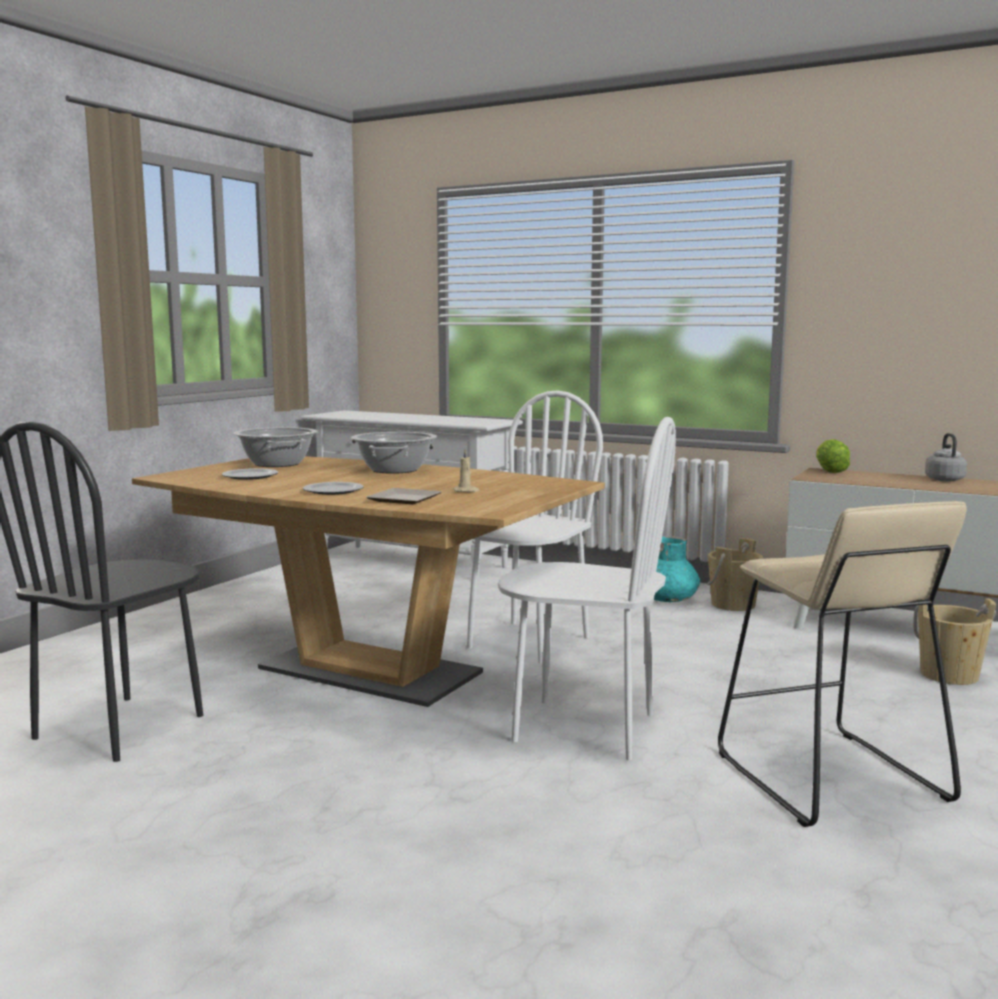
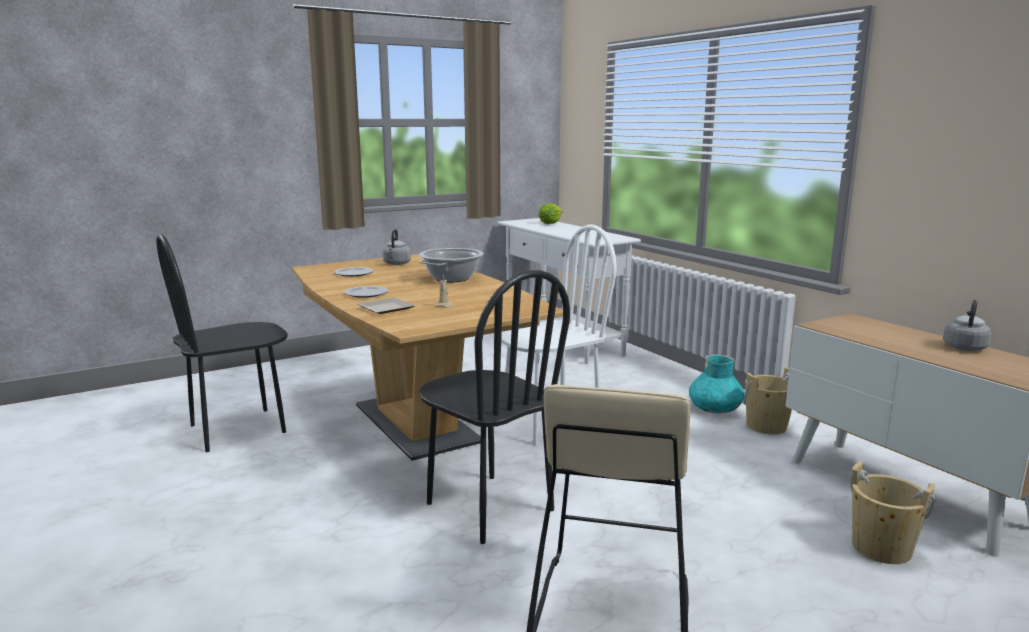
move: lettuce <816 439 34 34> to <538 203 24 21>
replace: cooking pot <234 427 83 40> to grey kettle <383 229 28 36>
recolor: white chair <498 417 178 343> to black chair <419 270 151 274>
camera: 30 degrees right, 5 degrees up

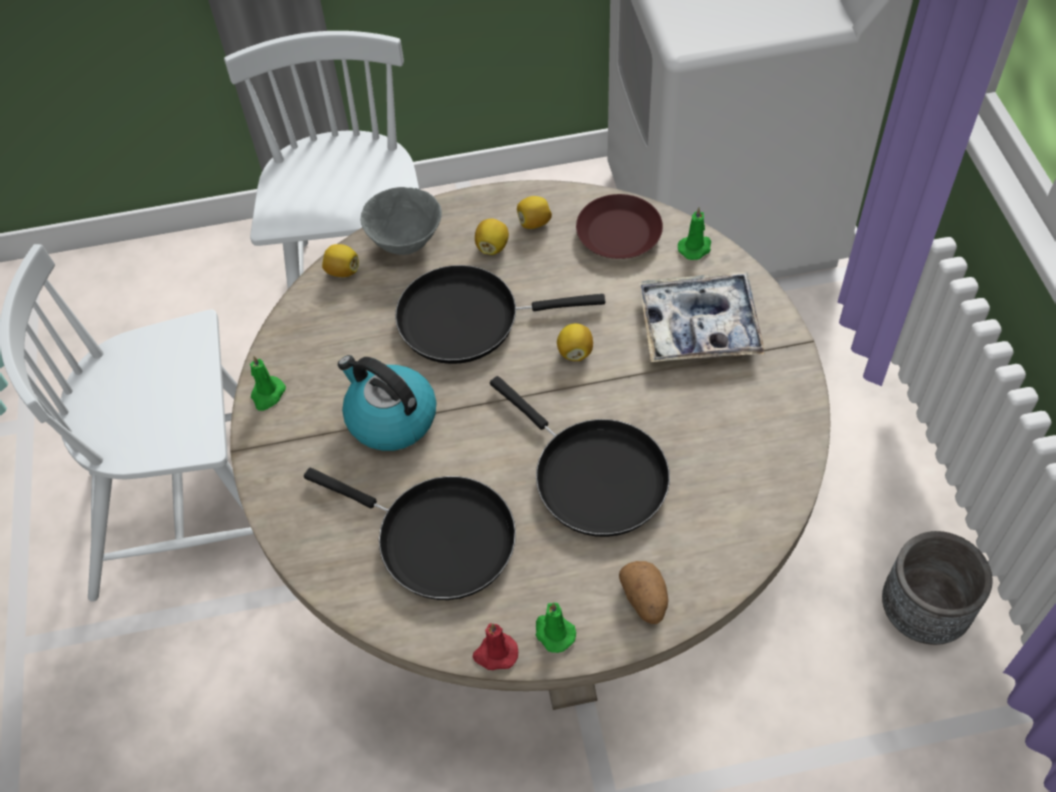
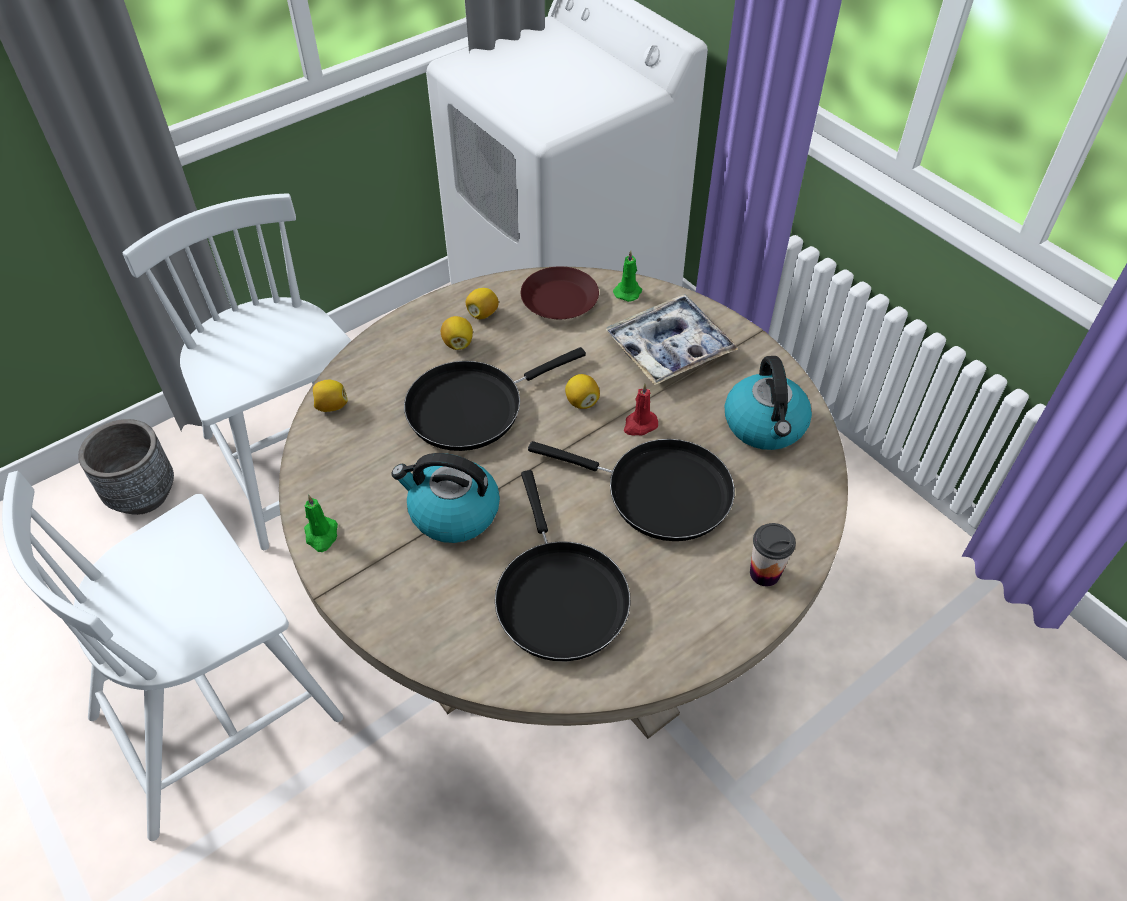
delete: grey bowl <361 187 81 68>; green candle <535 603 41 50>
insert: kettle <725 356 87 94>
move: grey planter <882 531 111 114> to <78 419 96 96>; red candle <473 623 45 47> to <624 383 34 52>
replace: potato <619 561 49 63> to cup <750 523 46 63>
rotate: black frying pan <304 468 212 132> = <495 470 135 191> 75 degrees clockwise
camera: 30 degrees left, 5 degrees down

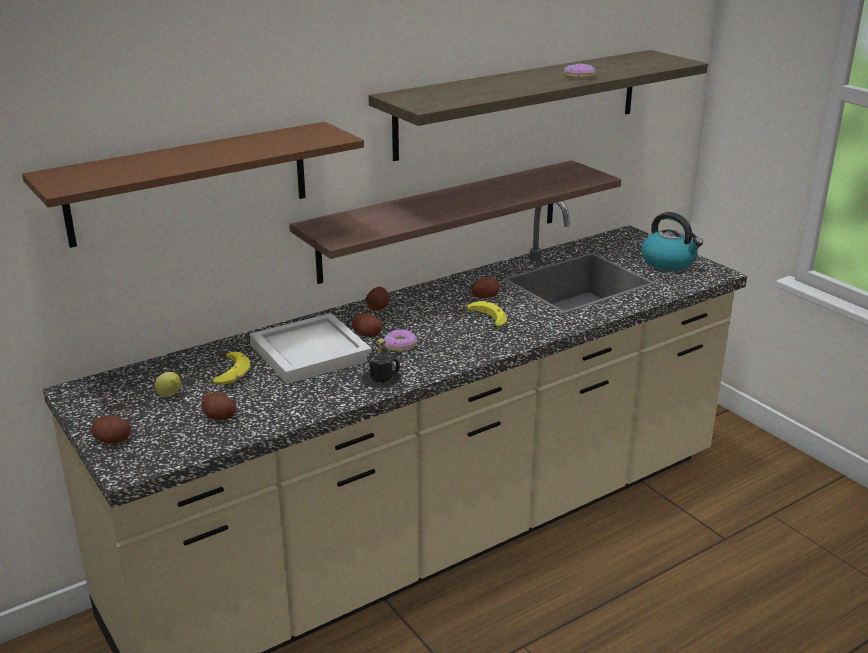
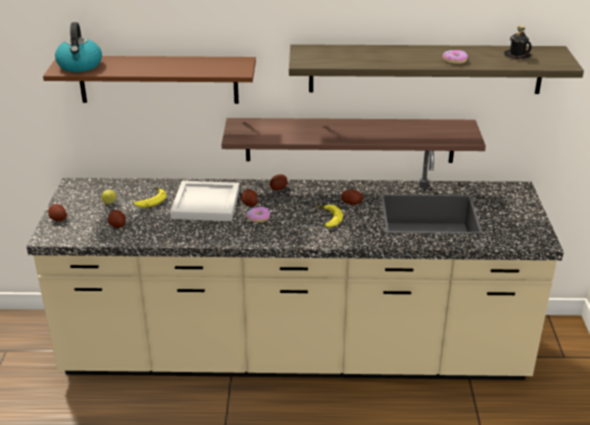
move: kettle <641 212 62 59> to <55 22 47 50>; black mug <361 338 40 50> to <504 26 28 33>
camera: 35 degrees right, 5 degrees up

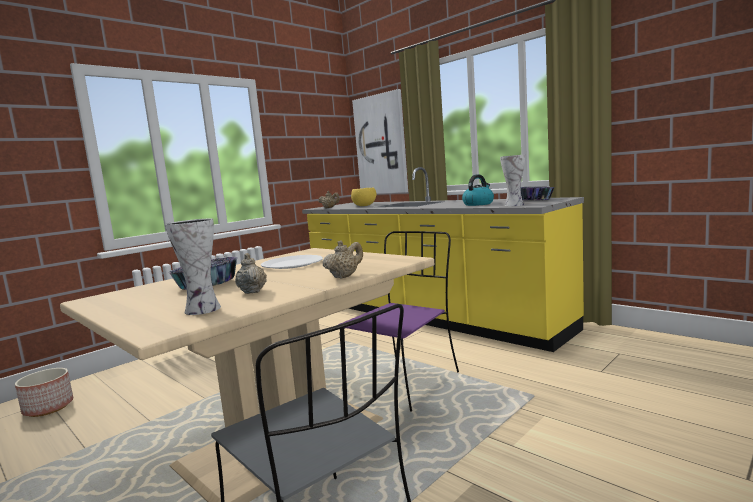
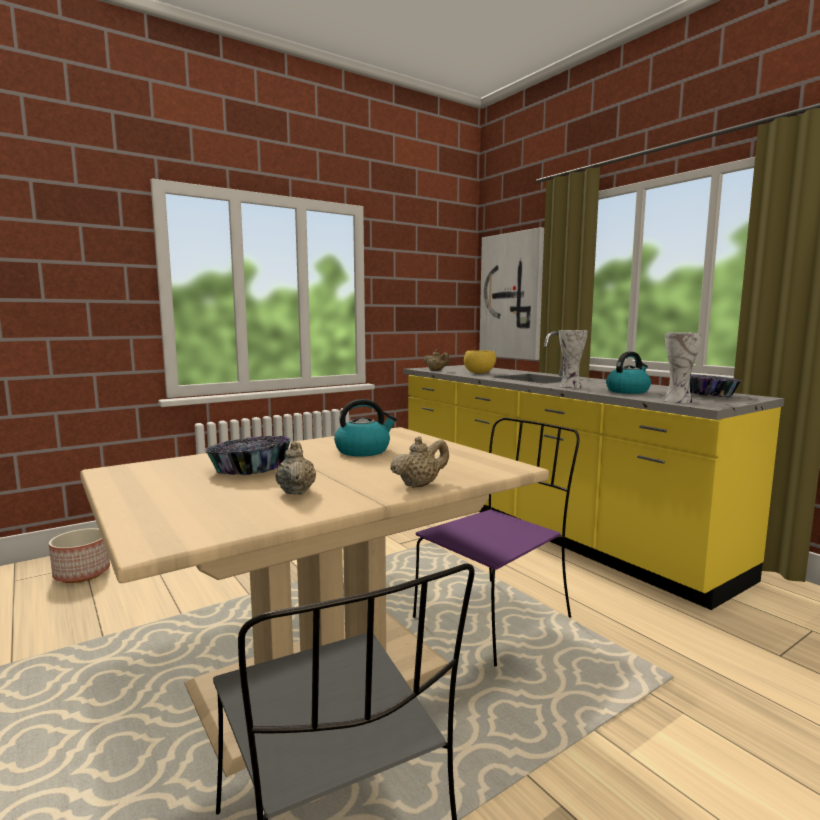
move: vase <165 218 56 97> to <559 330 29 58>
replace: white plate <261 255 62 14> to kettle <334 399 63 58>
camera: 10 degrees right, 0 degrees up

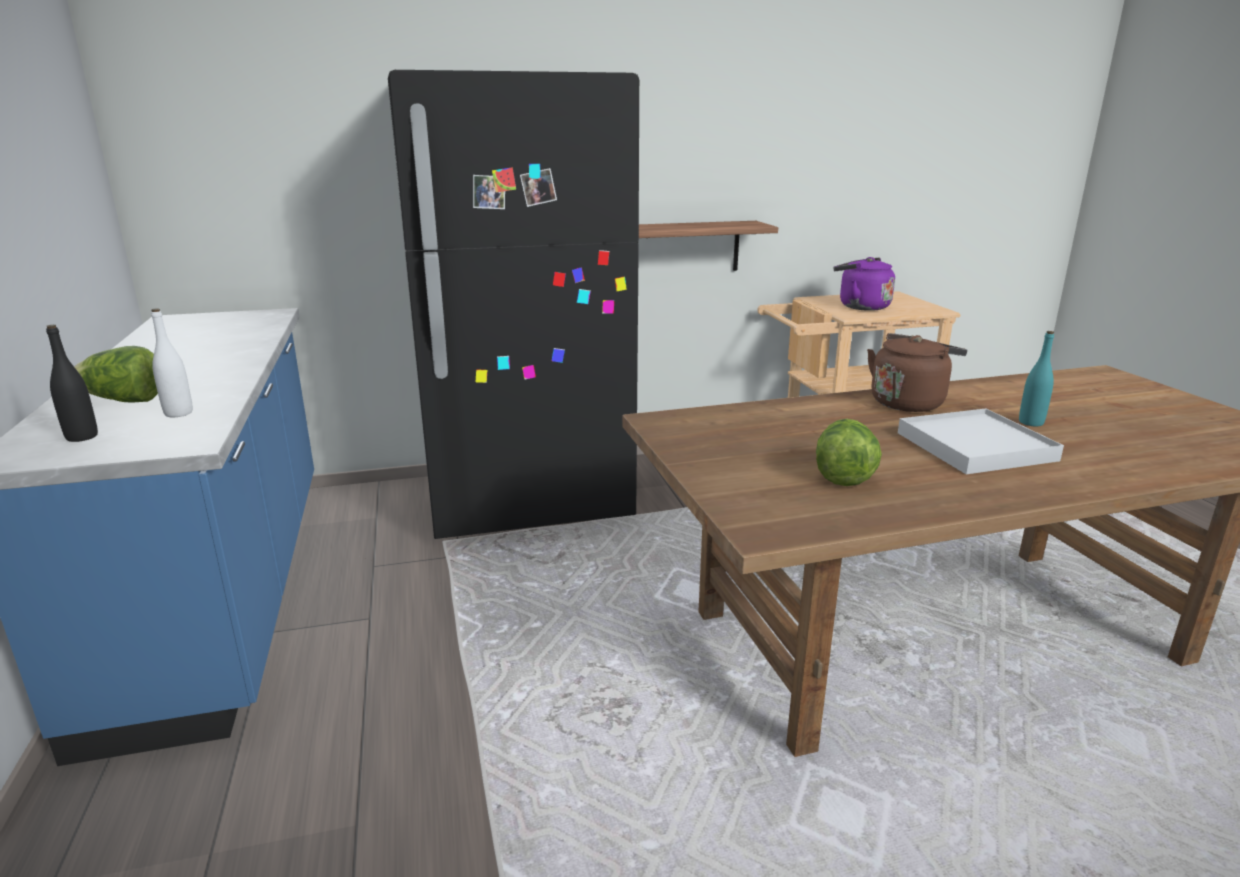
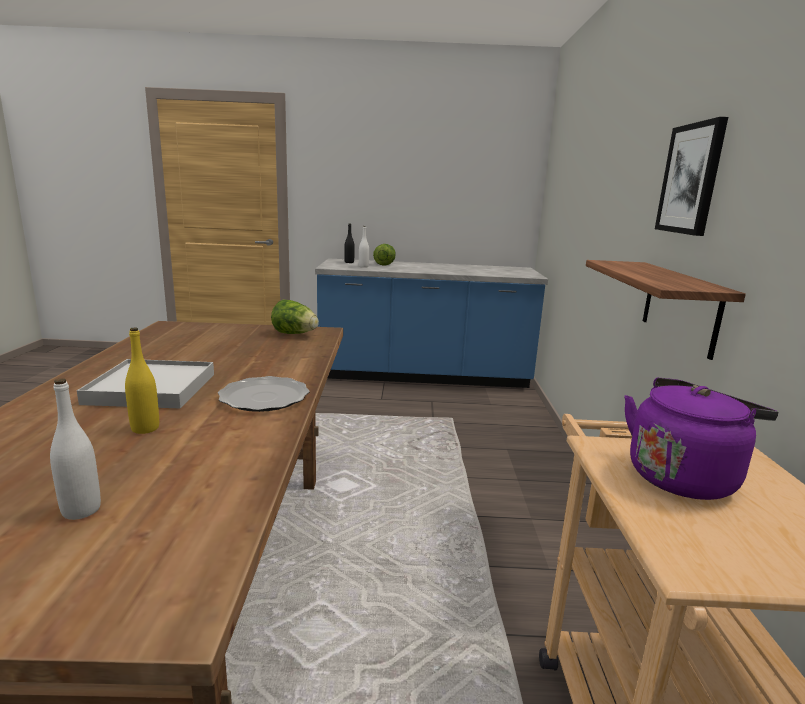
delete: black fridge <388 70 251 469>
insert: picture <655 117 73 119>; white bottle <50 379 51 141>
move: lettuce <816 419 66 67> to <271 300 48 34>
replace: brown kettle <867 333 100 79> to plate <218 376 92 36>
recolor: turquoise bottle <1019 331 35 95> to yellow bottle <125 328 34 106>
camera: 105 degrees right, 5 degrees down

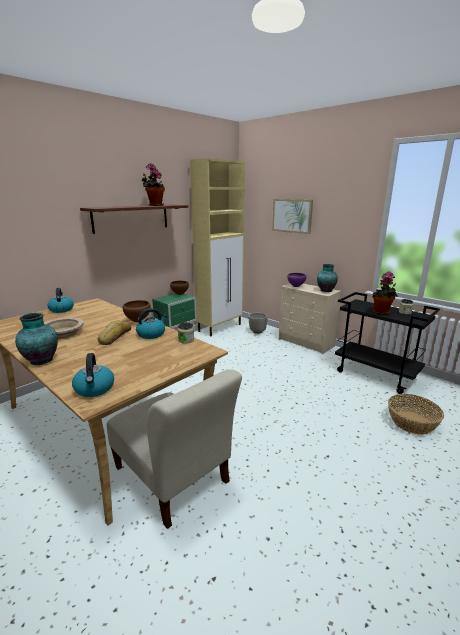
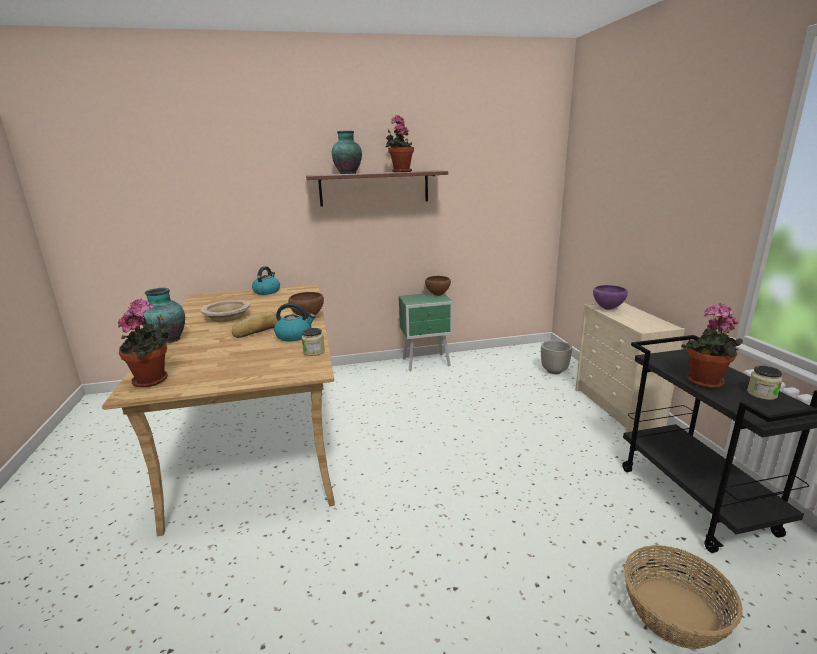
delete: beige cabinet <190 158 55 179>; picture <272 199 41 35>; beige chair <107 369 135 160>
move: vase <317 264 21 28> to <332 131 30 43>
replace: kettle <72 353 42 44> to potted plant <118 298 53 89>
camera: 35 degrees right, 0 degrees up

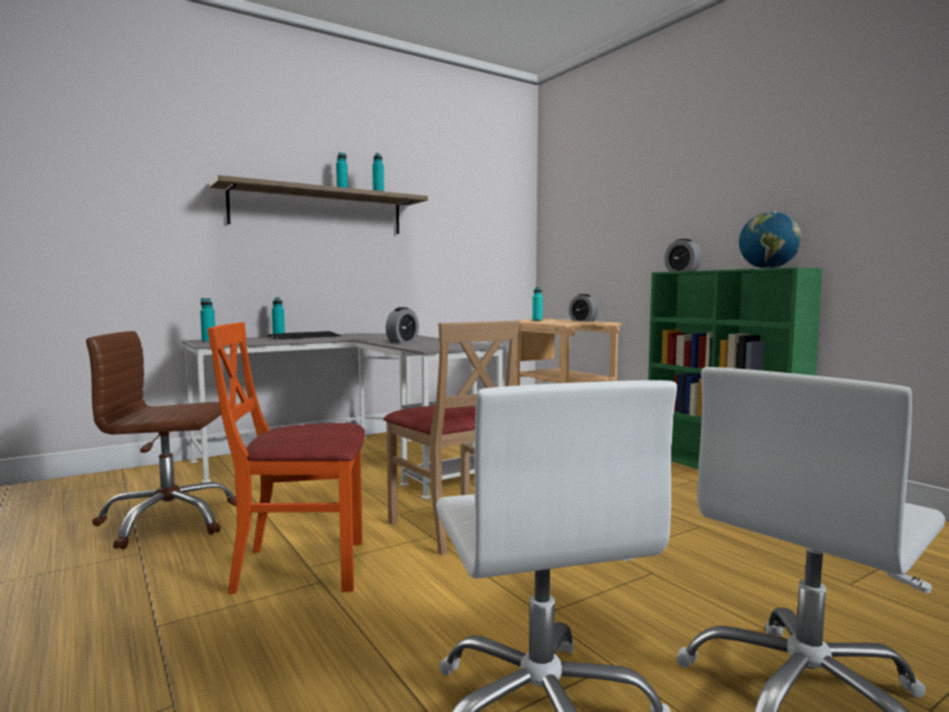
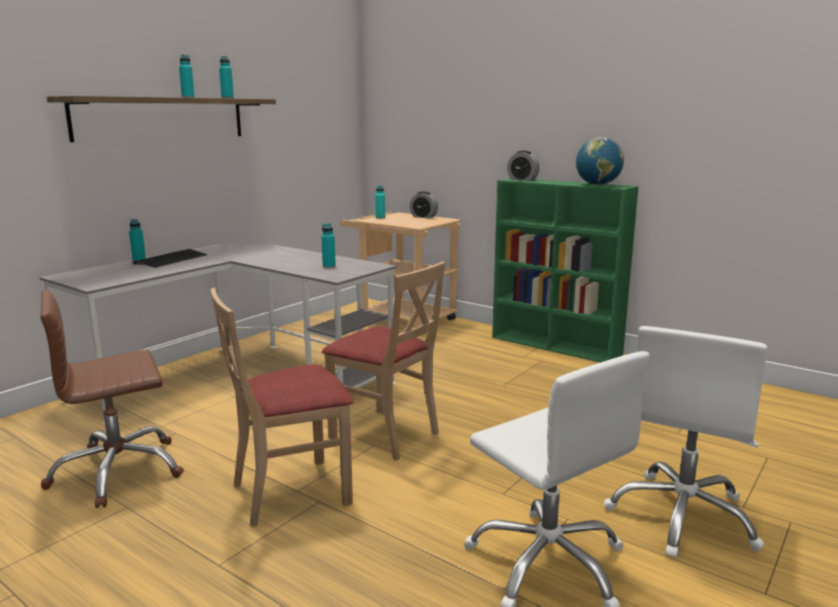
delete: alarm clock <386 307 33 36>
move: turquoise bottle <200 298 15 44> to <322 223 14 45>
recolor: orange chair <207 322 158 272> to beige chair <211 288 142 239>
camera: 20 degrees left, 10 degrees up

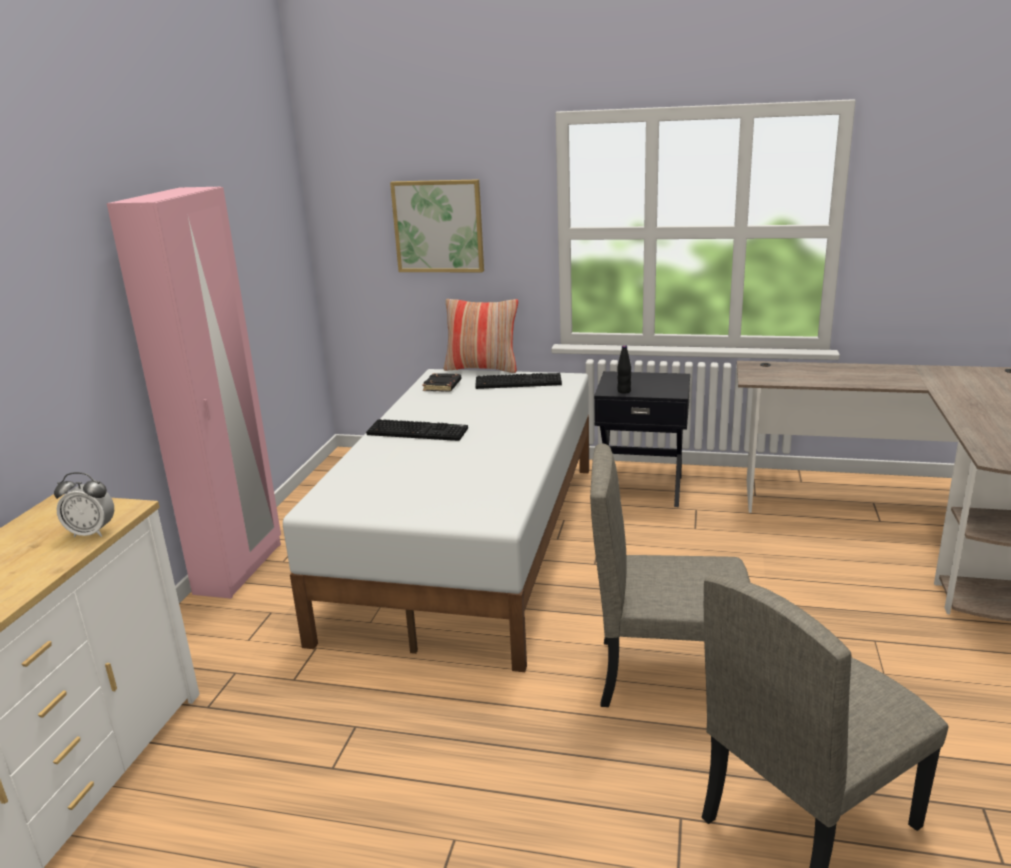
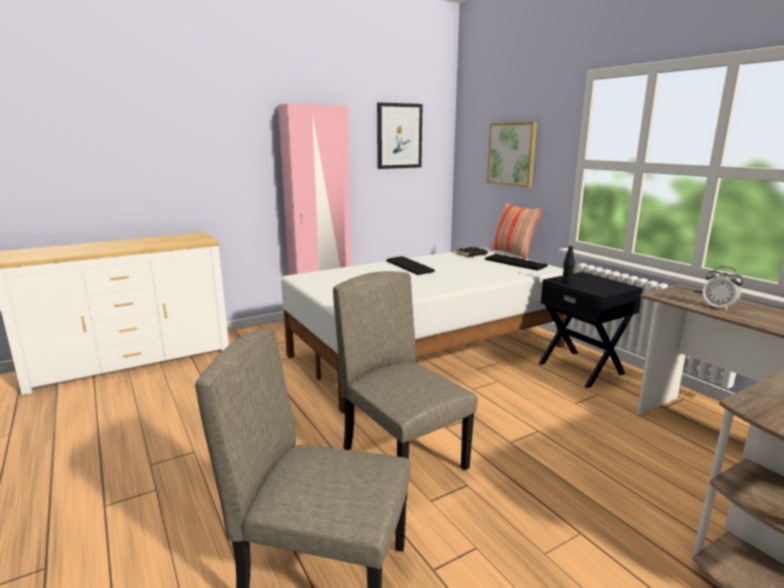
insert: picture <377 102 46 67>
move: alarm clock <54 472 60 65> to <703 266 40 45>
camera: 45 degrees right, 5 degrees down

